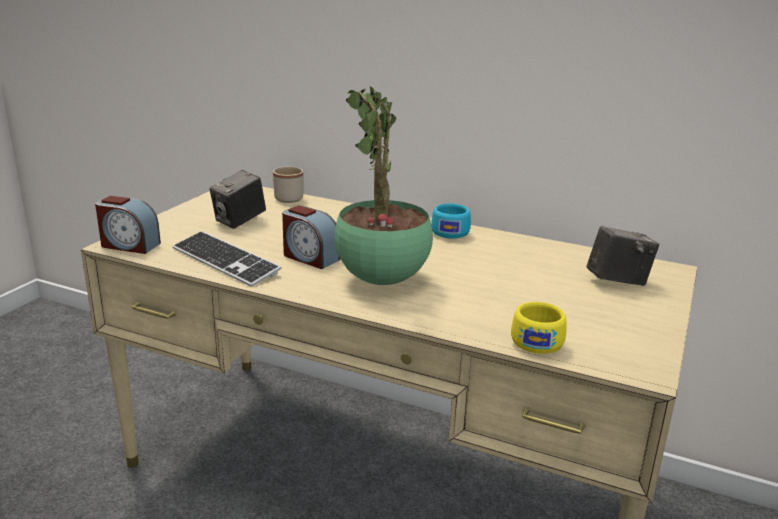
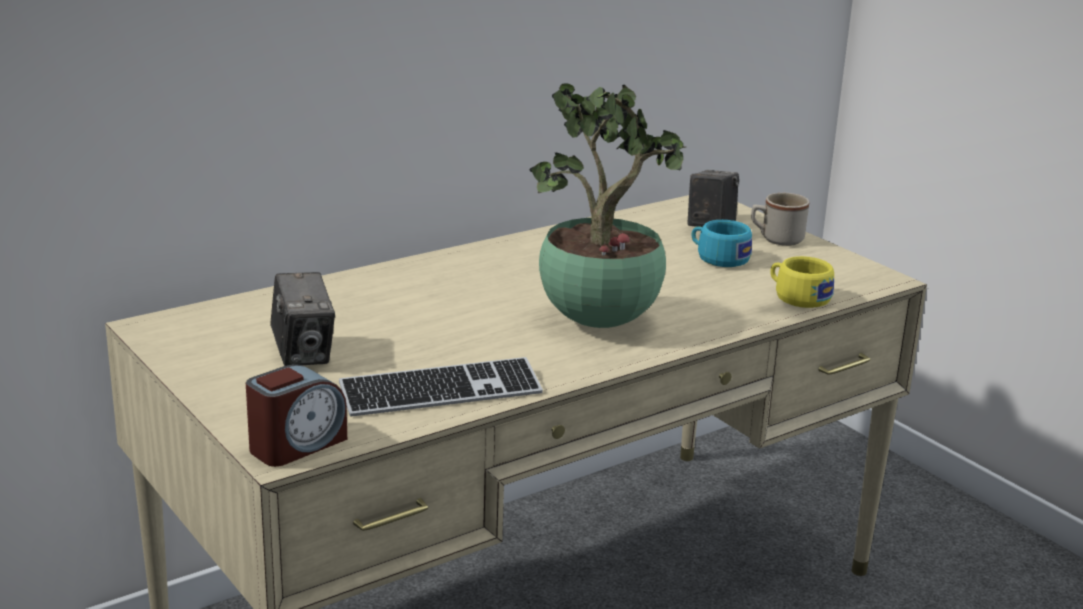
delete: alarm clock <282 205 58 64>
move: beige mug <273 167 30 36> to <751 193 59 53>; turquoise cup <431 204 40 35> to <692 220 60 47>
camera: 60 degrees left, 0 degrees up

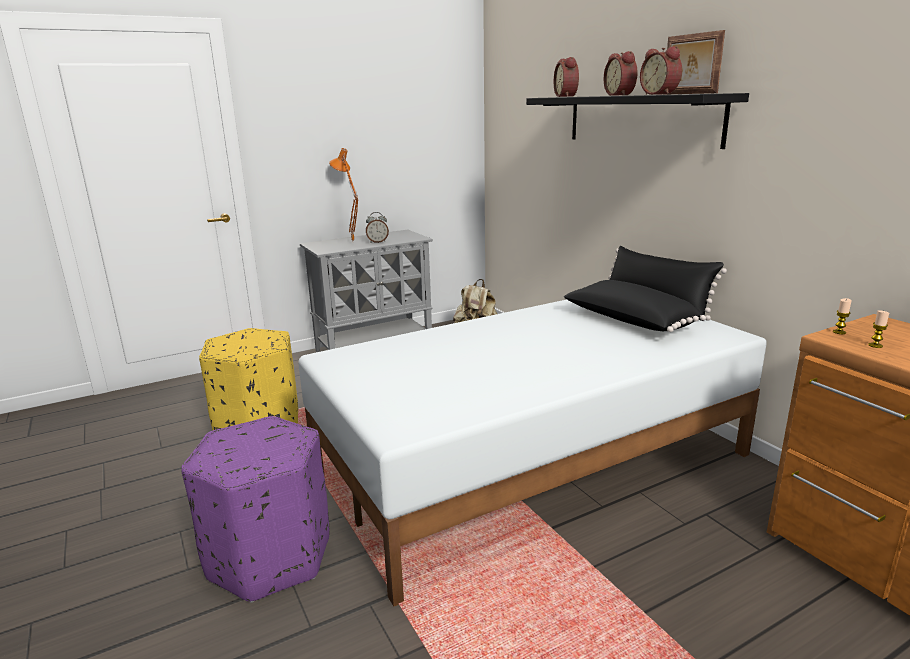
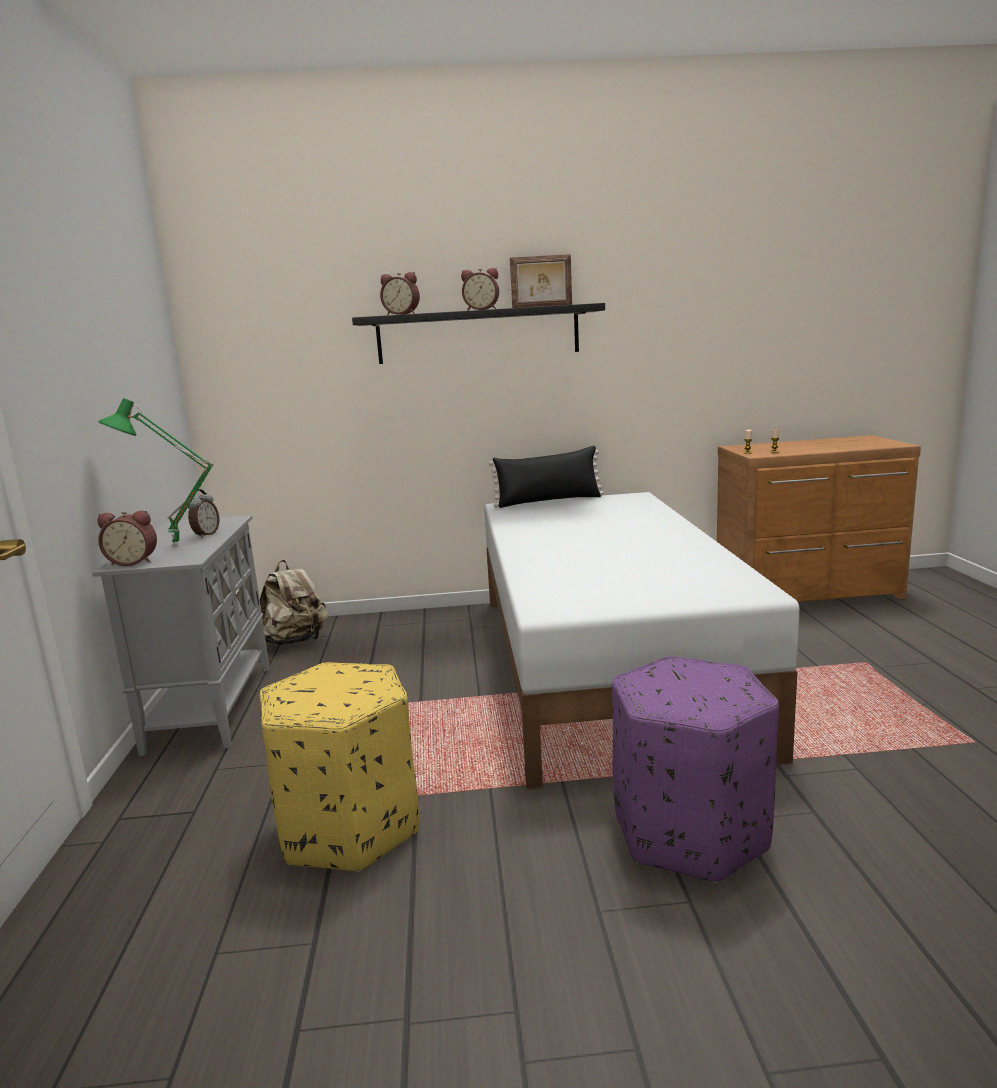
delete: black pillow <564 280 142 52>
move: alarm clock <640 46 42 49> to <98 511 59 55>
recolor: orange table lamp <329 148 29 94> to green table lamp <99 398 115 148>
camera: 65 degrees left, 5 degrees down

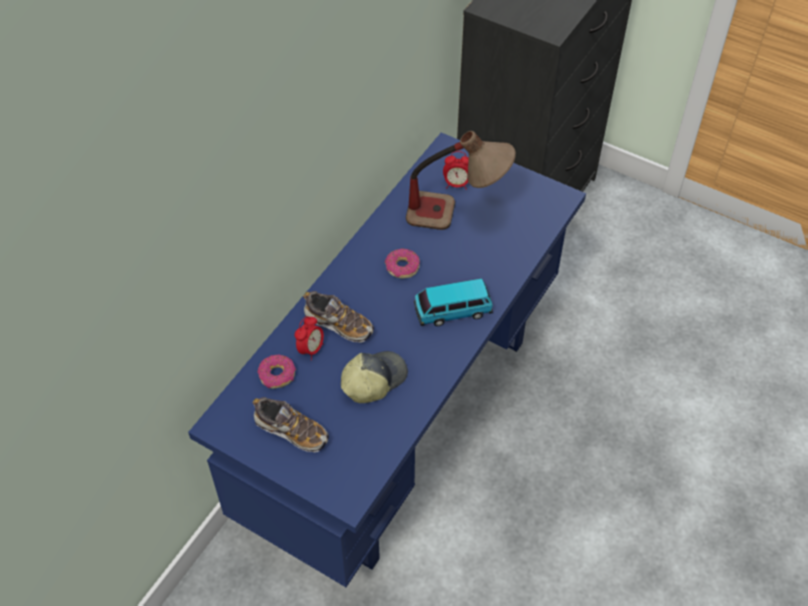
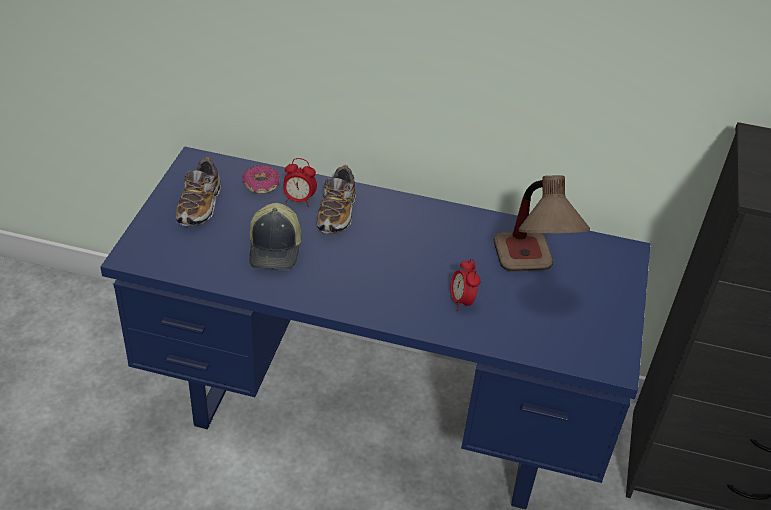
delete: donut <385 249 35 30>; toy car <414 278 79 48>
move: alarm clock <443 151 26 39> to <450 259 31 52>
rotate: cap <341 351 67 52> = <249 203 52 67> 60 degrees clockwise
camera: 70 degrees right, 10 degrees down

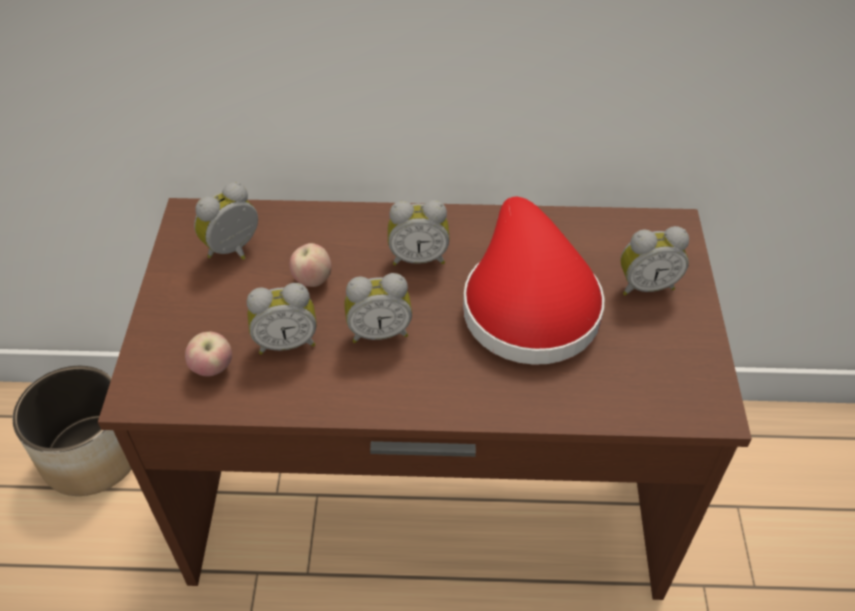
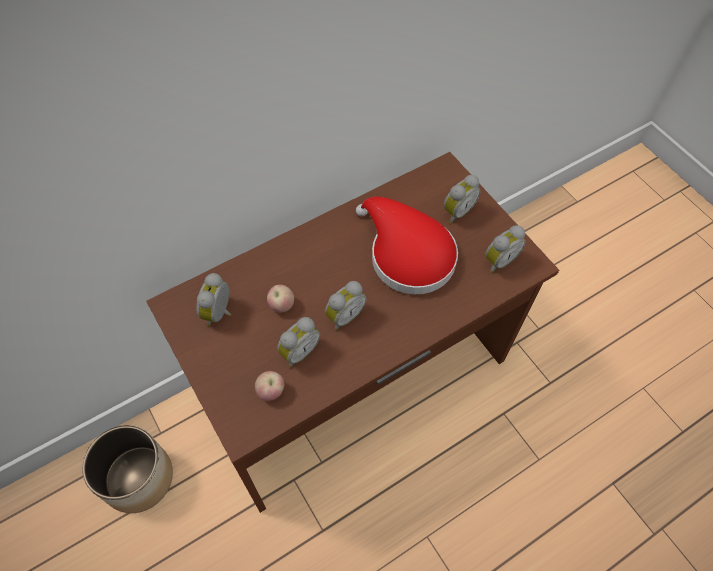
move: alarm clock <388 200 62 66> to <485 225 41 48>
camera: 35 degrees left, 10 degrees up

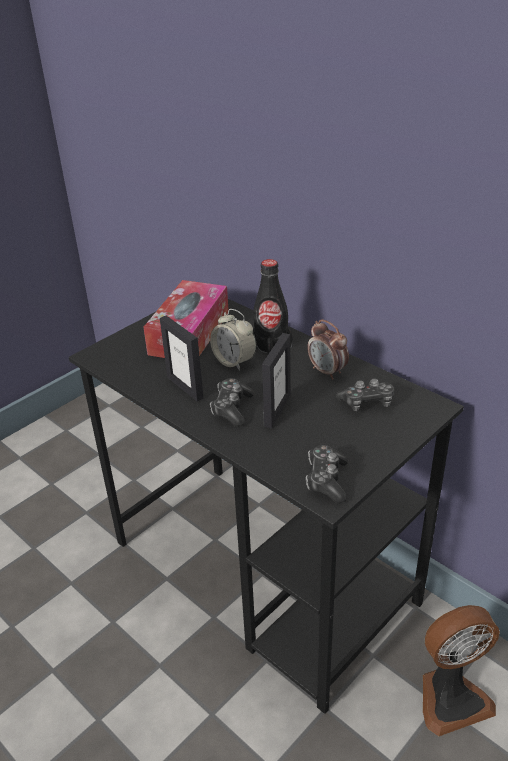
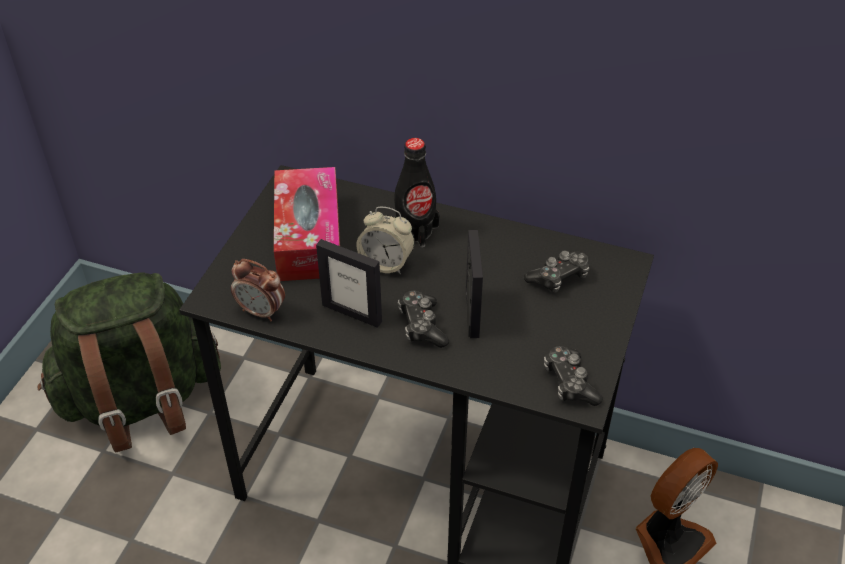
insert: green backpack <38 272 183 180>
move: alarm clock <307 319 42 61> to <231 259 54 63>
camera: 25 degrees left, 10 degrees up

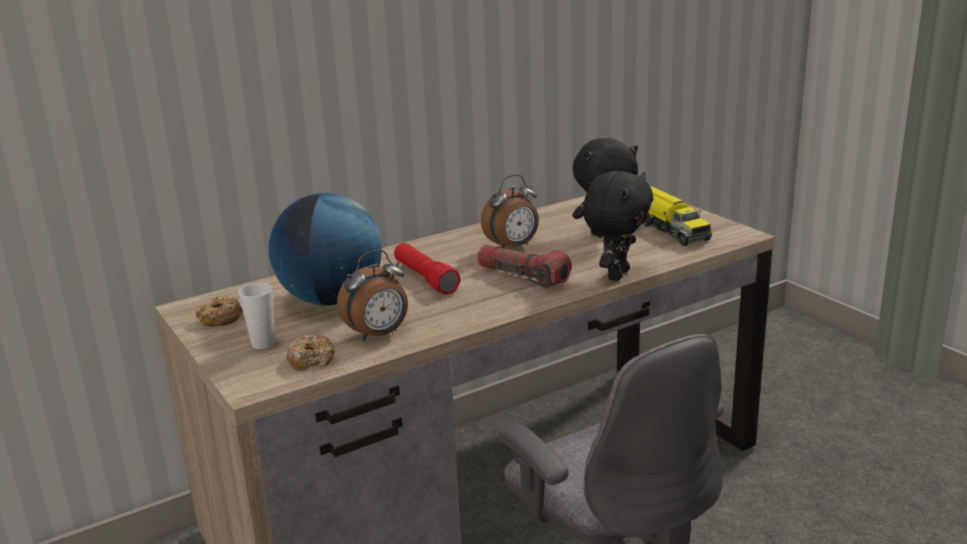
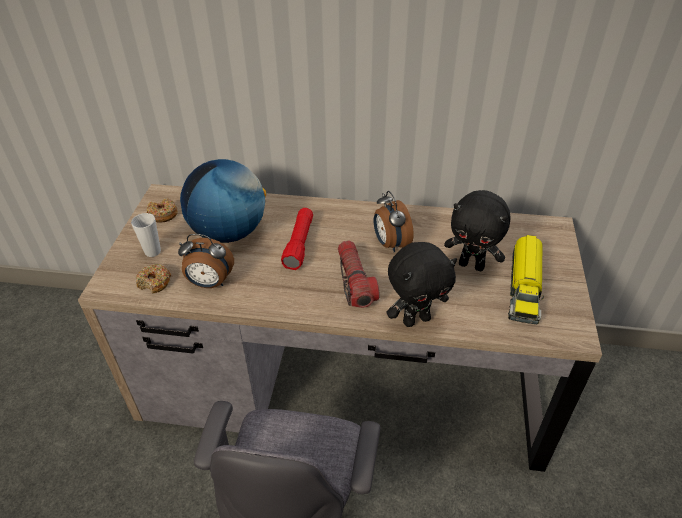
rotate: alarm clock <481 174 58 74> = <374 191 40 61> 60 degrees clockwise
camera: 40 degrees right, 20 degrees up

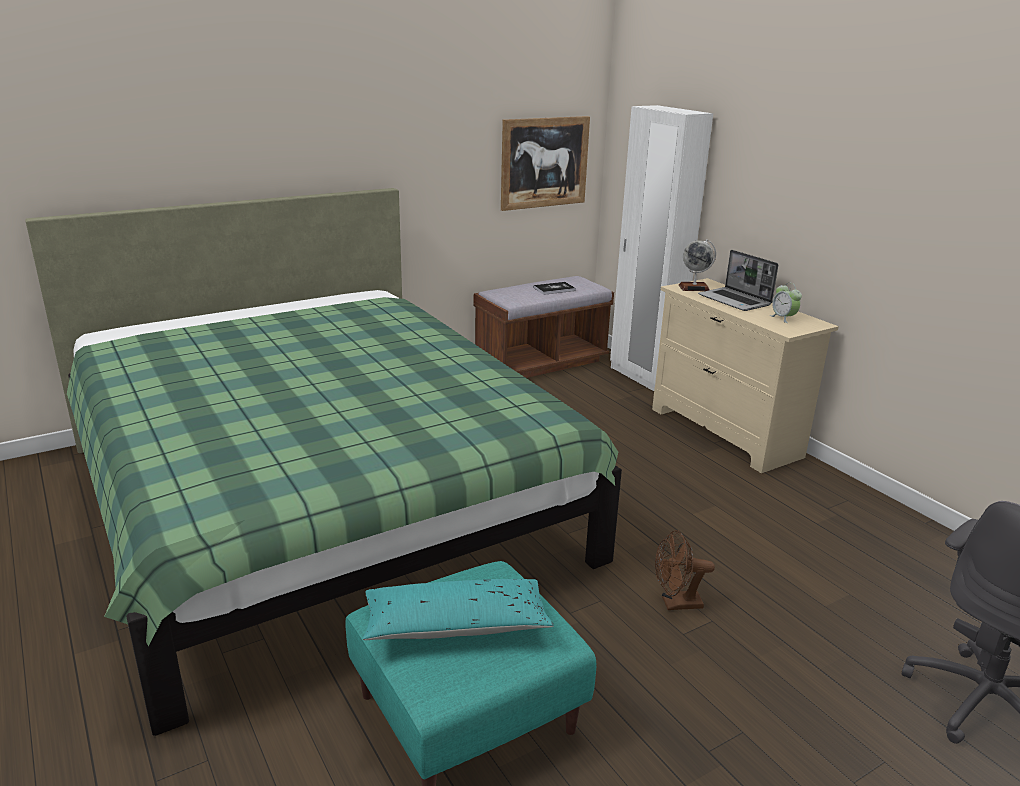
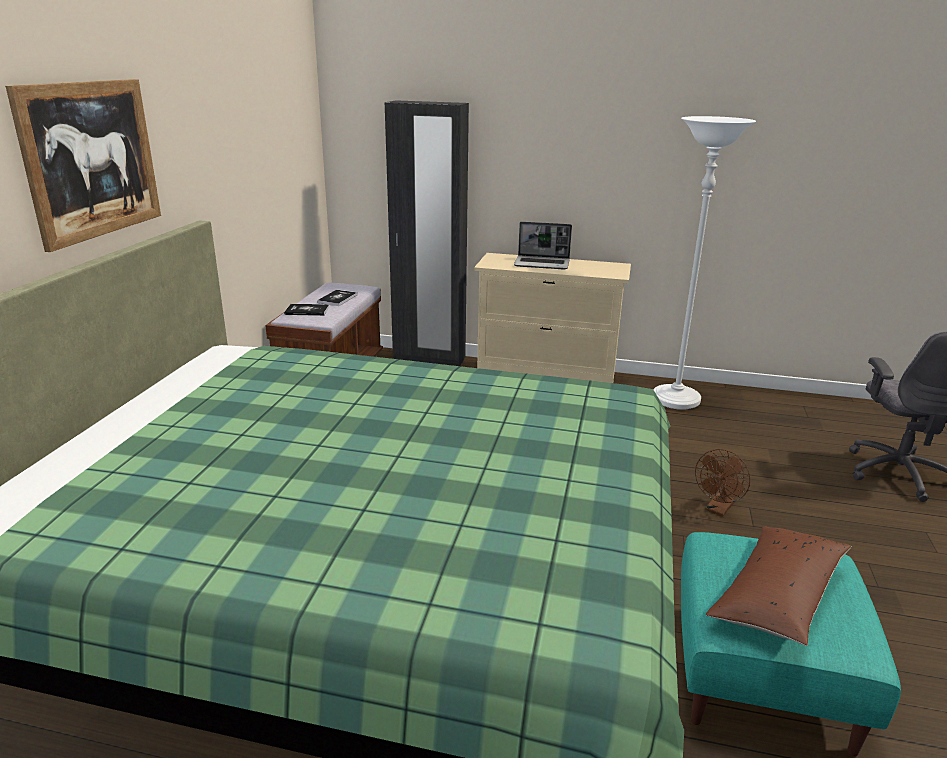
delete: globe <679 239 37 52>; alarm clock <770 282 32 41>
insert: white floor lamp <653 116 103 294>; book <284 304 45 12>
move: picture <501 116 89 95> to <5 79 156 173>
recolor: white wardrobe <610 105 103 286> to black wardrobe <385 100 84 266>; turquoise pillow <363 579 191 61> to brown pillow <706 526 145 120>
camera: 45 degrees left, 0 degrees up

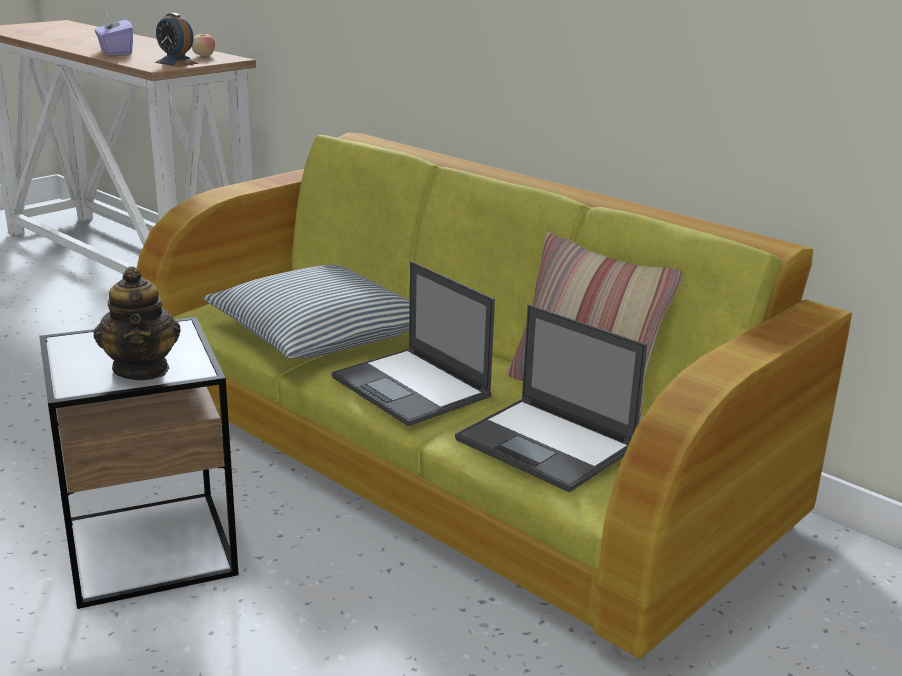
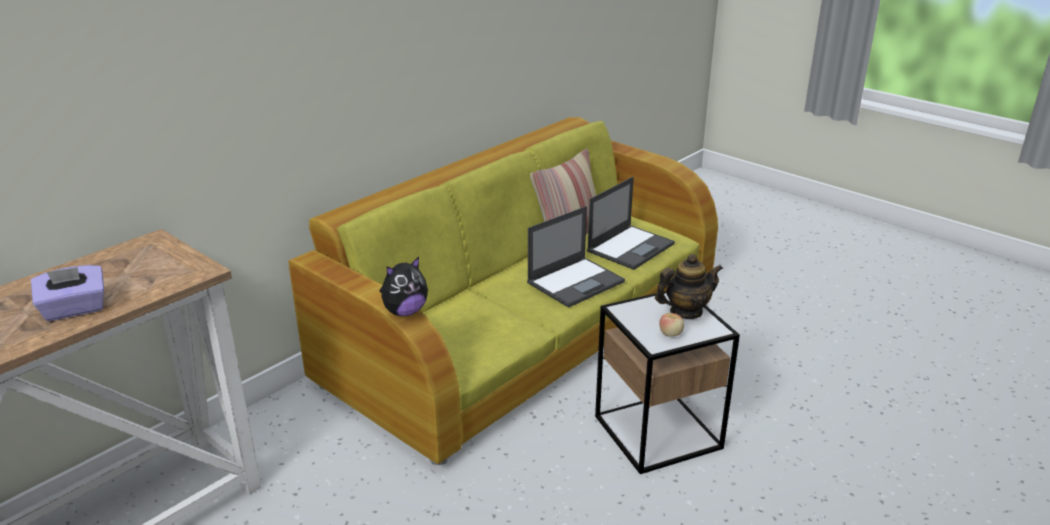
delete: alarm clock <155 13 44 54>; pillow <204 265 206 94>
insert: plush toy <379 257 49 59>
move: apple <192 34 23 23> to <659 313 25 23>
camera: 90 degrees left, 5 degrees up

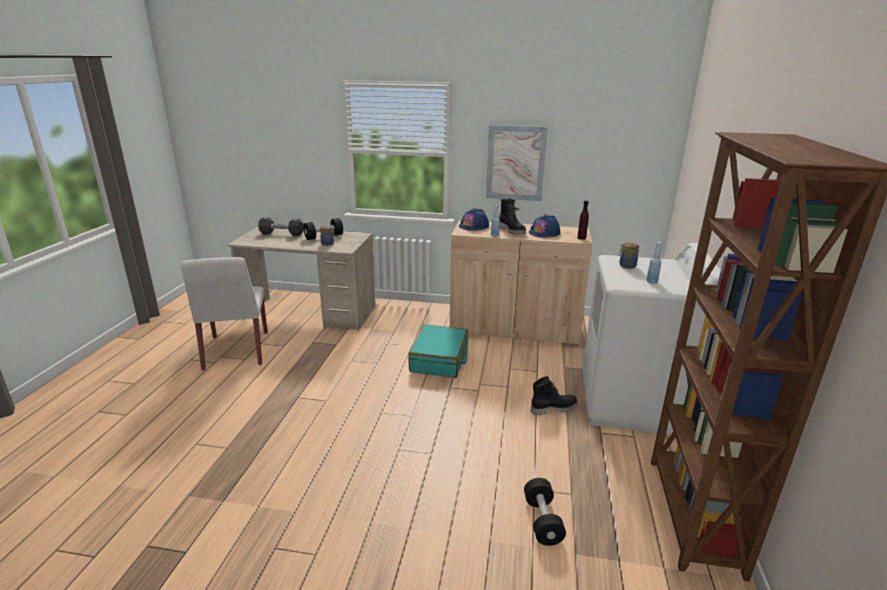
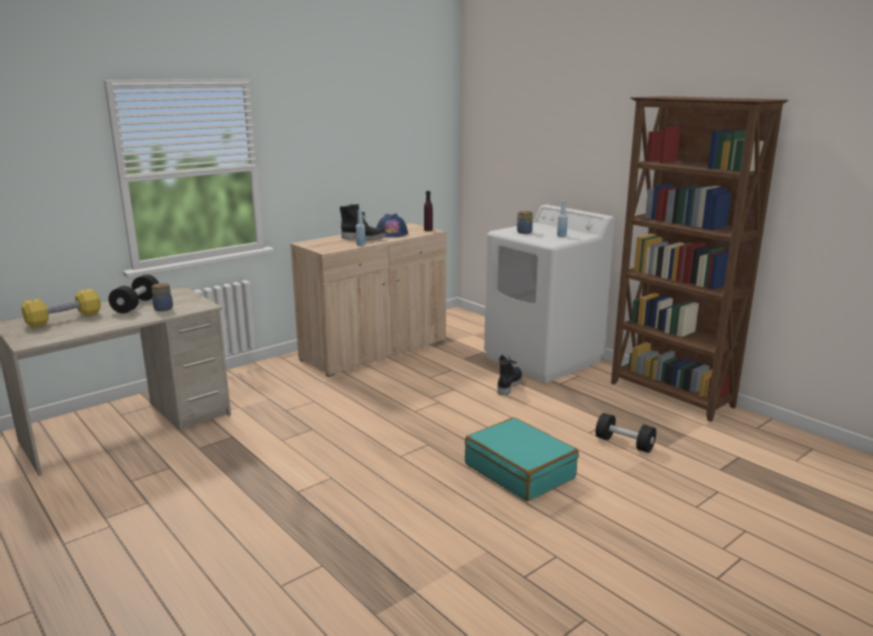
delete: picture <486 125 62 76>; blue hard hat <459 208 30 22>; white chair <181 257 87 114>
move: turquoise suitcase <408 324 60 54> to <465 417 114 84>
recolor: black dumbbell <258 217 46 19> to yellow dumbbell <22 288 79 40>
camera: 50 degrees left, 5 degrees down

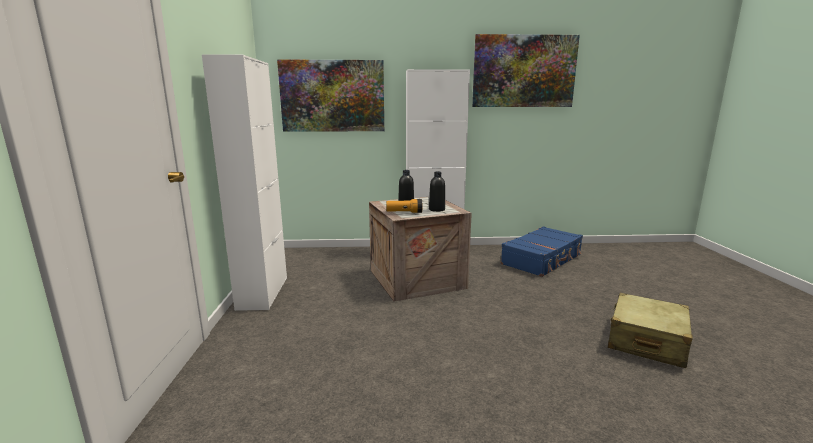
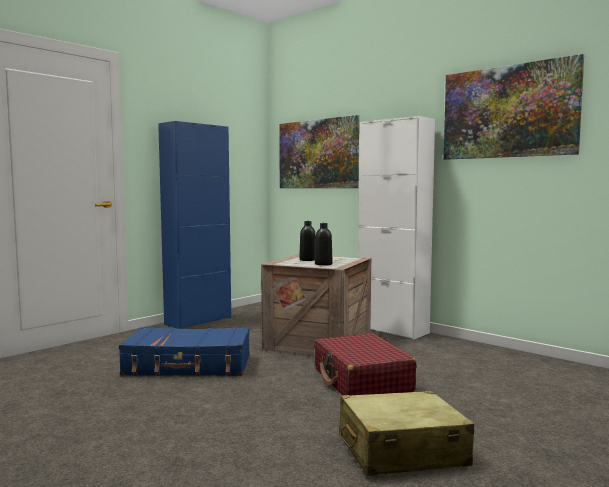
delete: flashlight <386 199 36 14>
insert: red suitcase <314 333 103 62>
move: blue suitcase <500 226 83 51> to <119 327 131 49>
recolor: white cabinet <202 54 85 257> to blue cabinet <158 121 73 208>
camera: 45 degrees right, 10 degrees down

